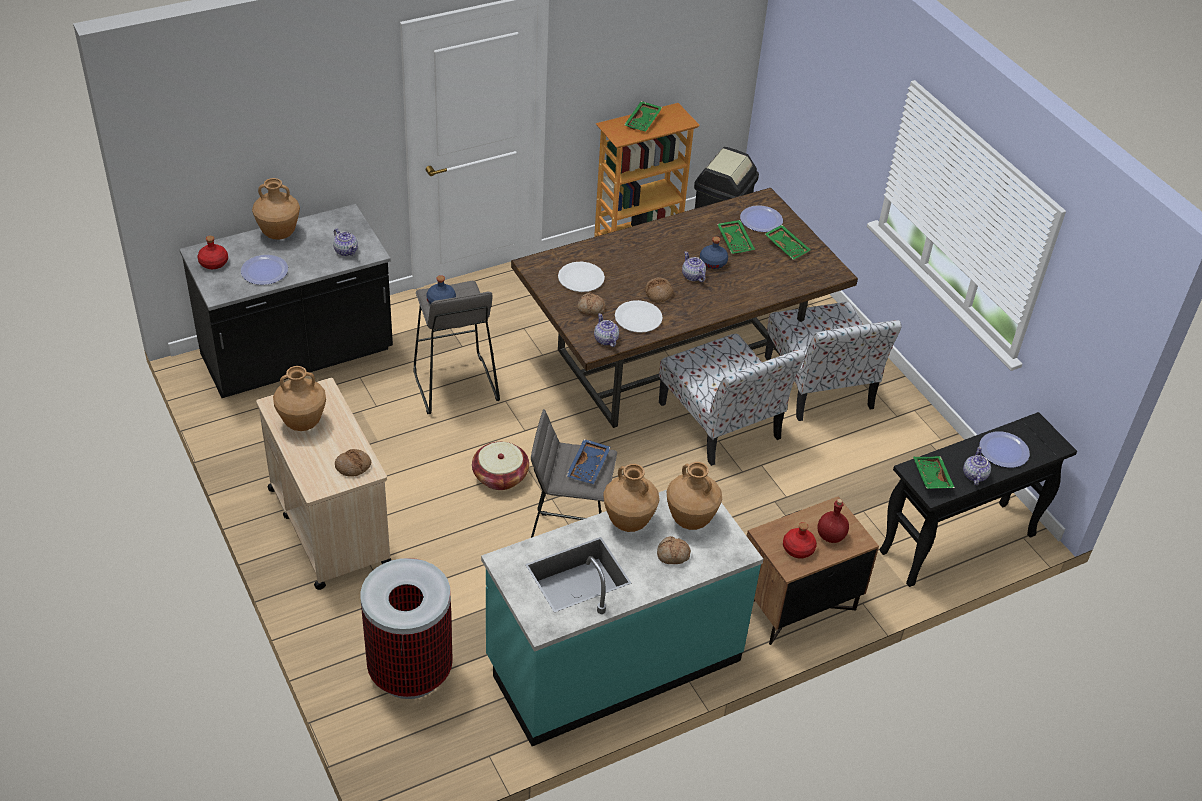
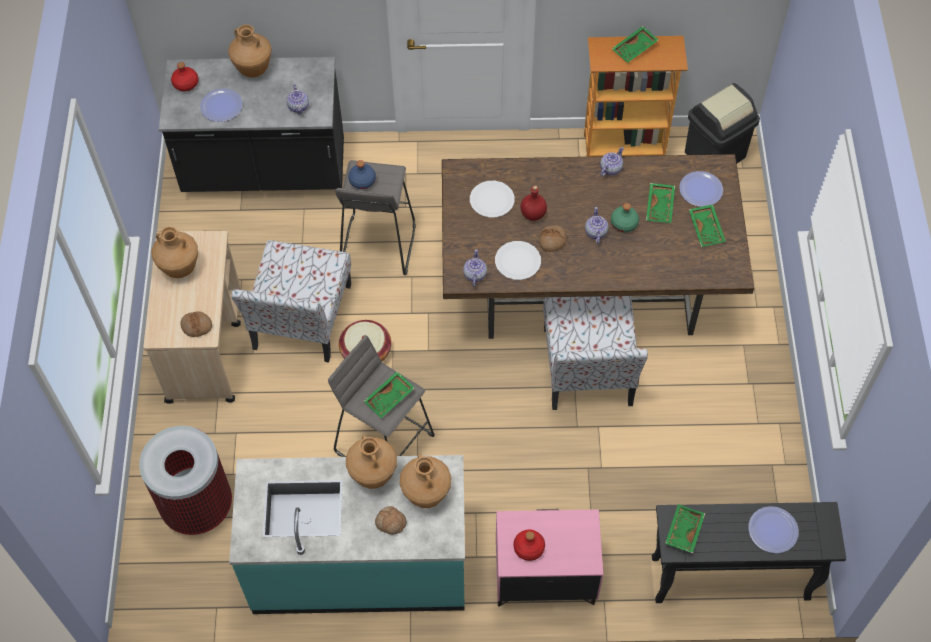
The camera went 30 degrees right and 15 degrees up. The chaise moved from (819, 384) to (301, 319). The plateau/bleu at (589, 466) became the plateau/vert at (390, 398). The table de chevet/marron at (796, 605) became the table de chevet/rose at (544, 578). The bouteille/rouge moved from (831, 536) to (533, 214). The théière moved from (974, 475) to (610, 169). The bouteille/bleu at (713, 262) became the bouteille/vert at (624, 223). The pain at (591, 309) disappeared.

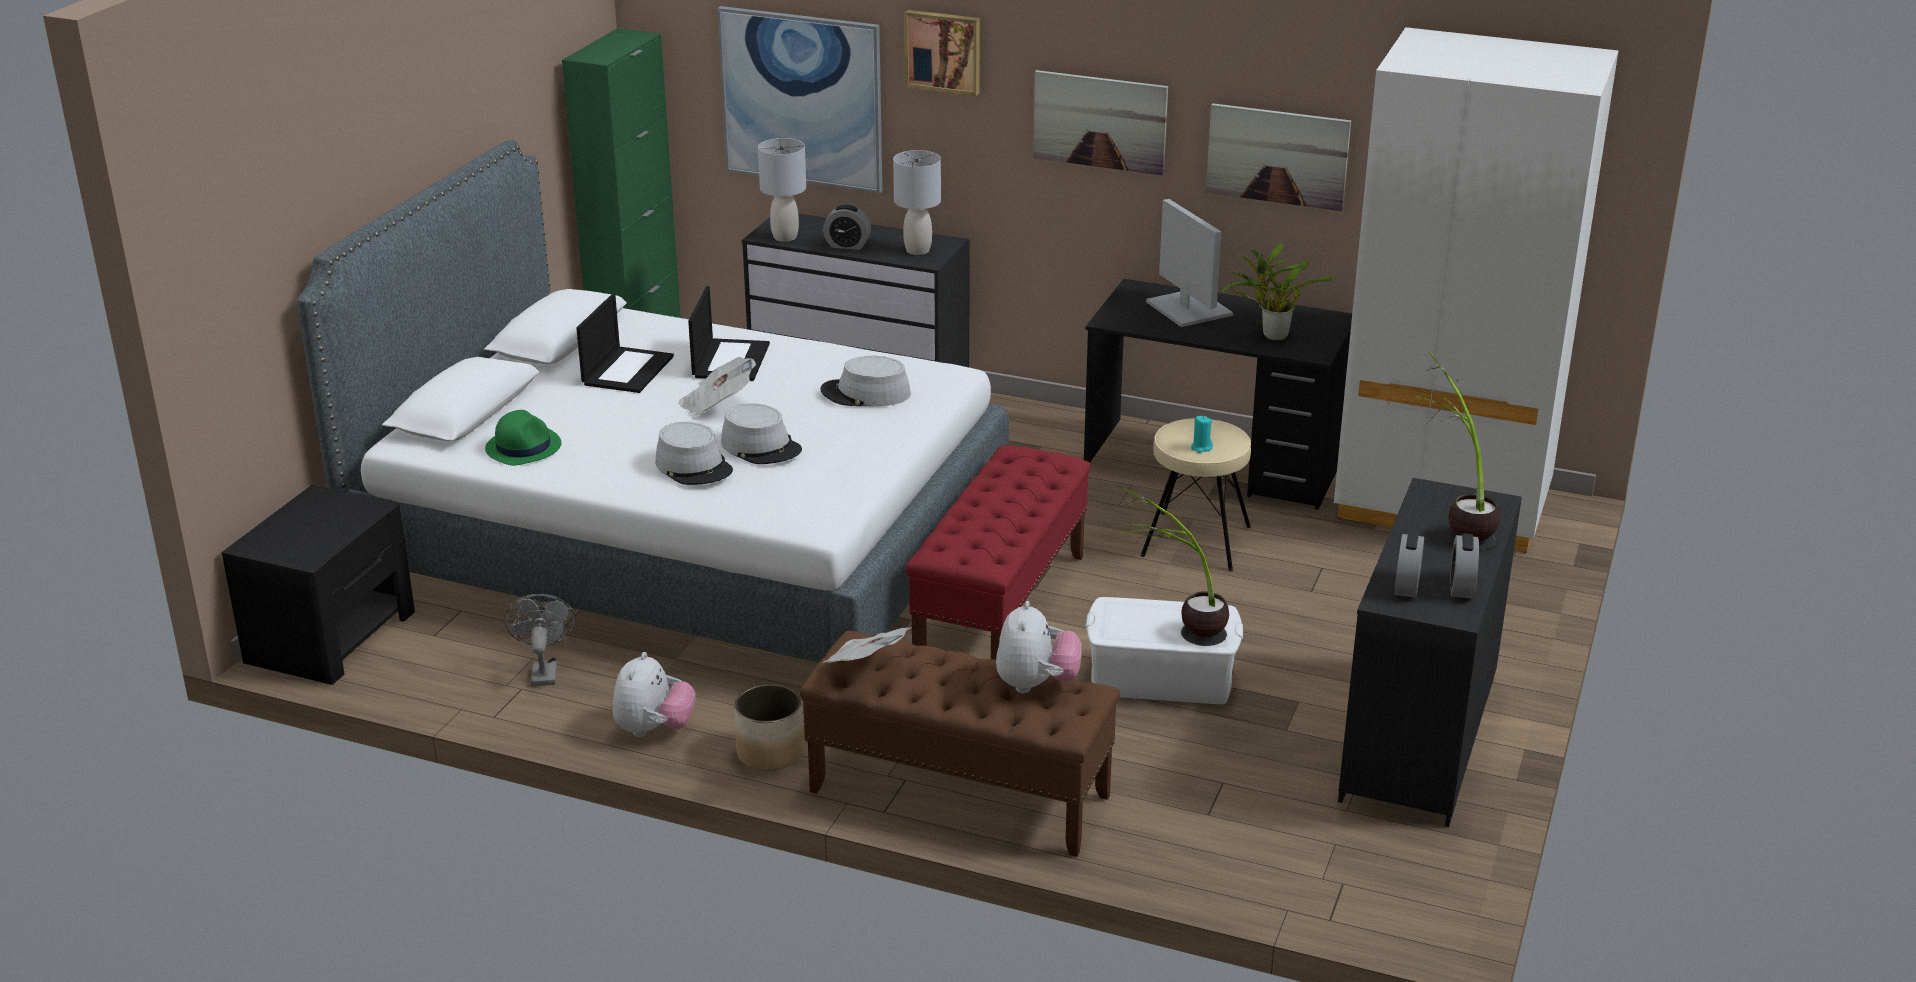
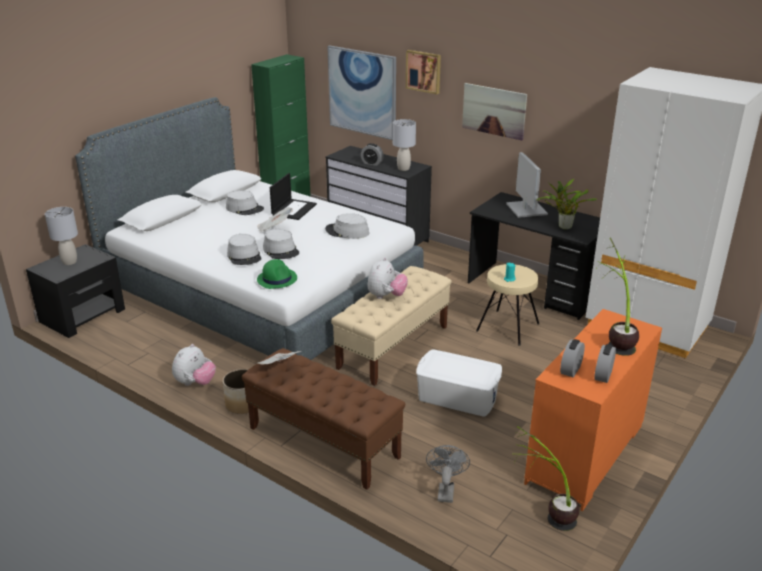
The camera went 15 degrees right and 0 degrees up. The lampe de table/gris moved from (784, 237) to (69, 262). The ordinateur portable at (627, 370) was replaced by the chapeau/gris at (245, 208). The chapeau/vert moved from (523, 447) to (277, 279). The banc/rouge at (1001, 607) became the banc/beige at (393, 347). The peluche moved from (1036, 685) to (386, 296). The ventilateur/gris moved from (544, 671) to (445, 490). The plante en pot moved from (1176, 629) to (545, 513). The commode/noir at (1421, 739) became the commode/orange at (586, 454). The tableau at (1277, 156) disappeared.

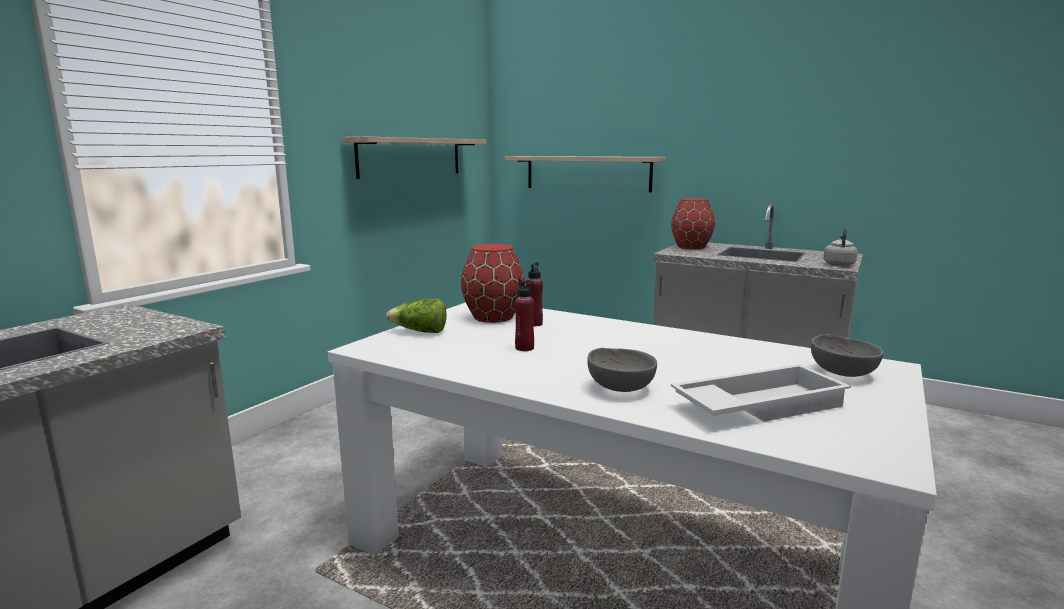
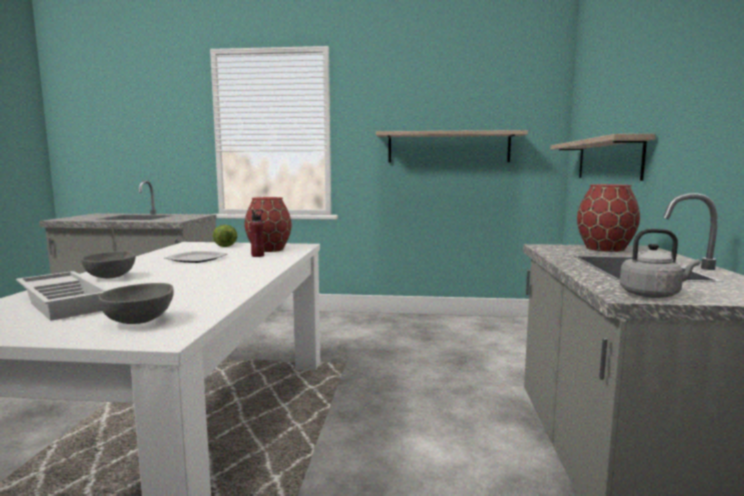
The camera went 65 degrees right and 5 degrees down. The bouteille/rouge at (524, 348) was replaced by the assiette at (197, 259).

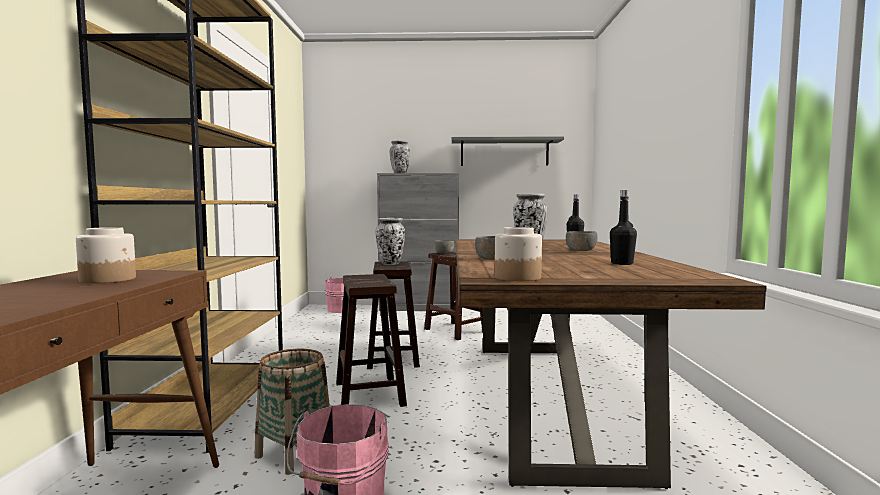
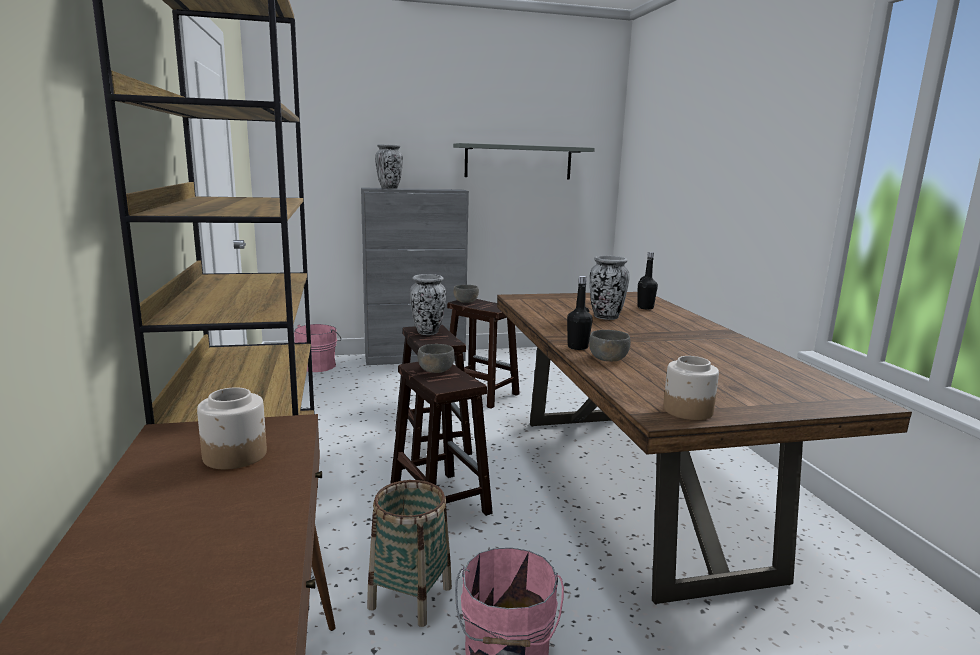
The camera went 15 degrees left and 10 degrees up. The bol/gris moved from (580, 250) to (435, 370). The bouteille/noir moved from (622, 263) to (577, 347).

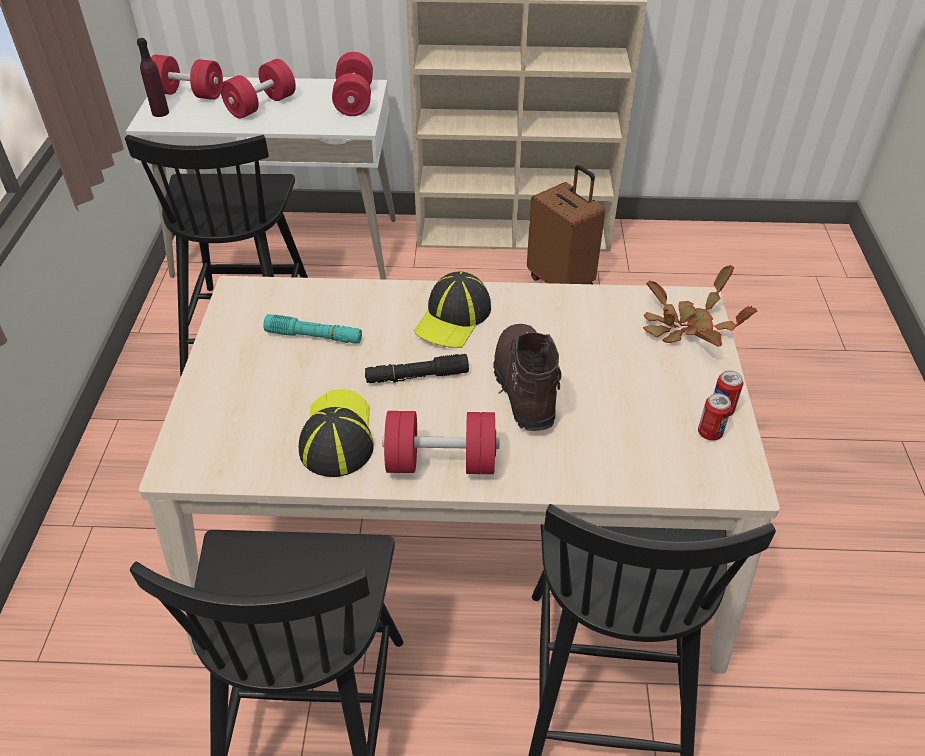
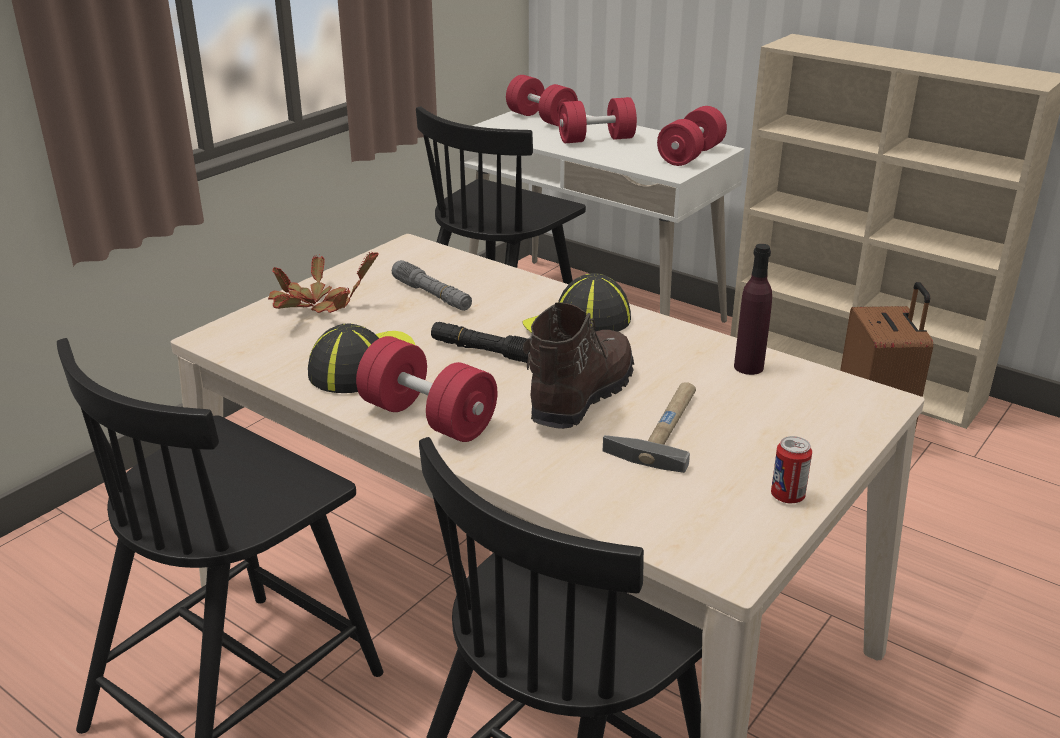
The camera went 35 degrees right and 15 degrees down. The plante en pot moved from (685, 328) to (314, 307). The lampe de poche/turquoise at (314, 337) became the lampe de poche/gris at (432, 295). The marteau at (663, 427) appeared. The bouteille/violet moved from (160, 112) to (748, 367). The boîte métallique at (709, 433) disappeared.

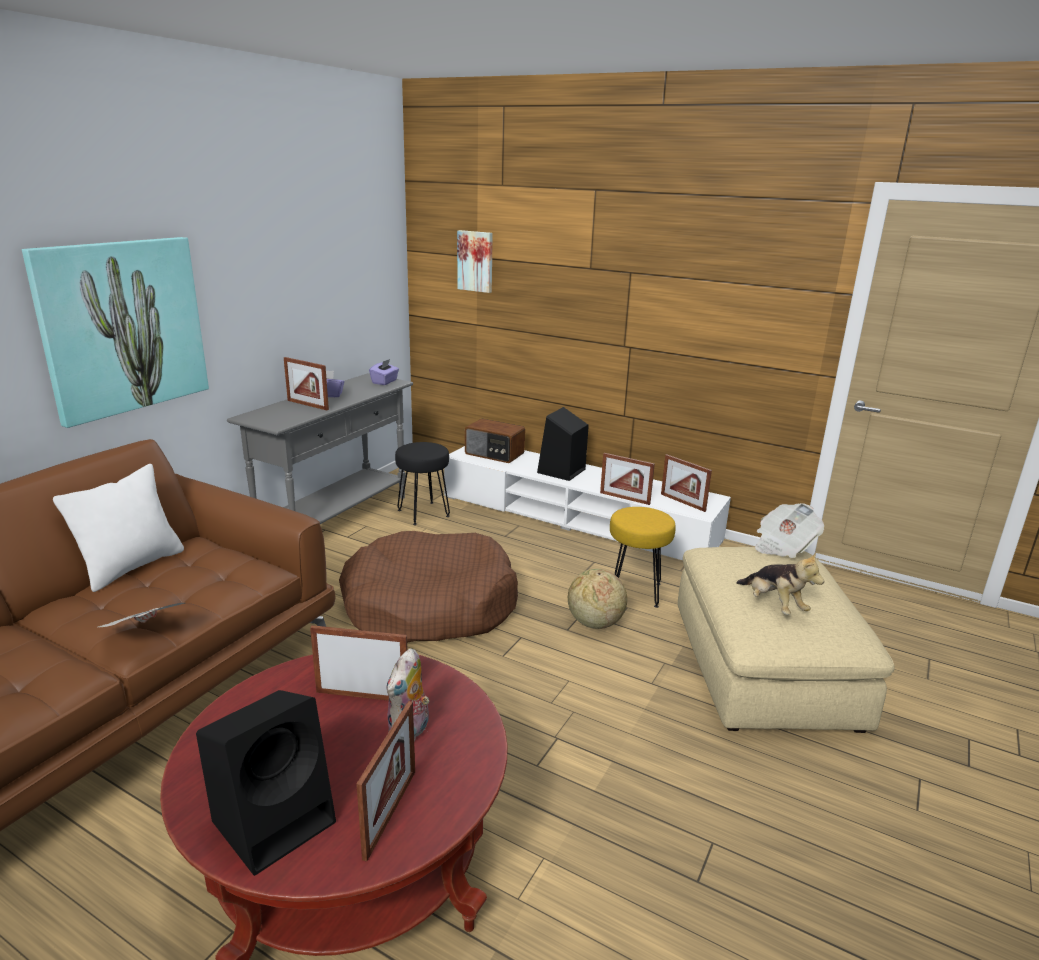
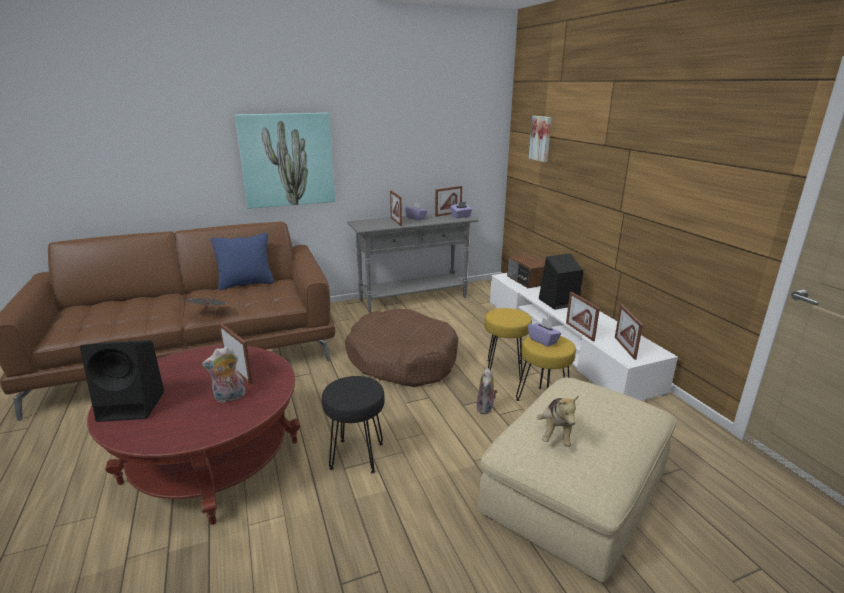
The camera went 40 degrees right and 0 degrees up. The coussin/blanc at (132, 566) became the coussin/bleu at (246, 284). The tabouret/noir moved from (423, 513) to (357, 455). The cadre photo moved from (390, 813) to (448, 214). The globe at (594, 623) was replaced by the peluche at (486, 409). The tabouret/jaune at (504, 370) appeared. The boîte à mouchoirs/violet at (543, 341) appeared. The journal at (783, 546) disappeared.

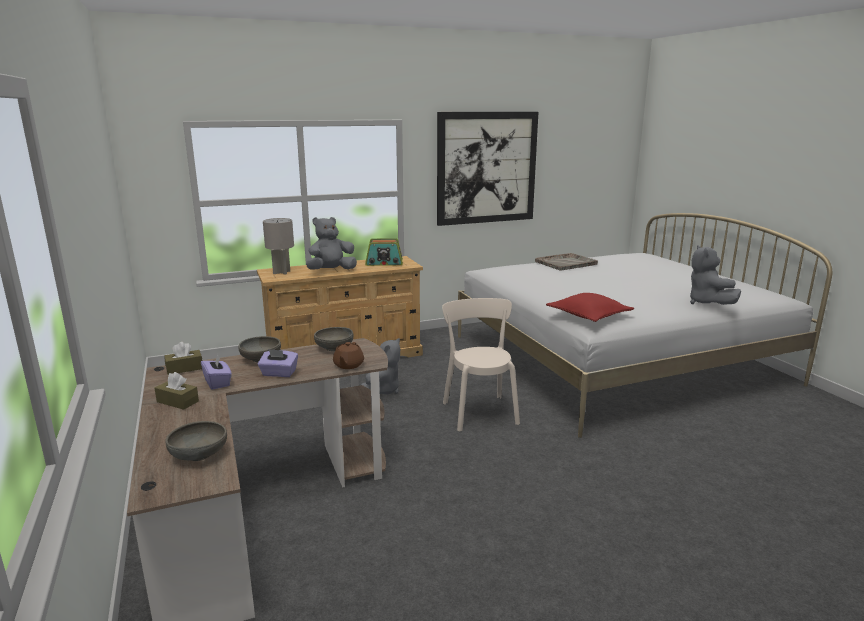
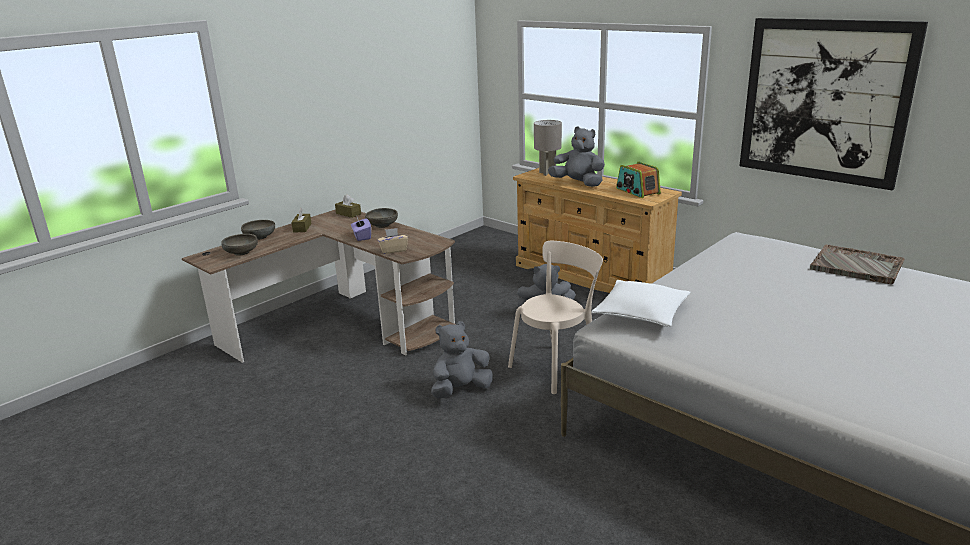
The camera went 65 degrees right and 5 degrees up. The bol/gris moved from (334, 348) to (259, 237). The théière/marron at (348, 365) was replaced by the boîte à mouchoirs/beige at (393, 250). The peluche/gris moved from (707, 303) to (460, 390). The coussin/rouge at (588, 315) became the coussin/blanc at (641, 313). The boîte à mouchoirs/violet at (218, 382) disappeared.

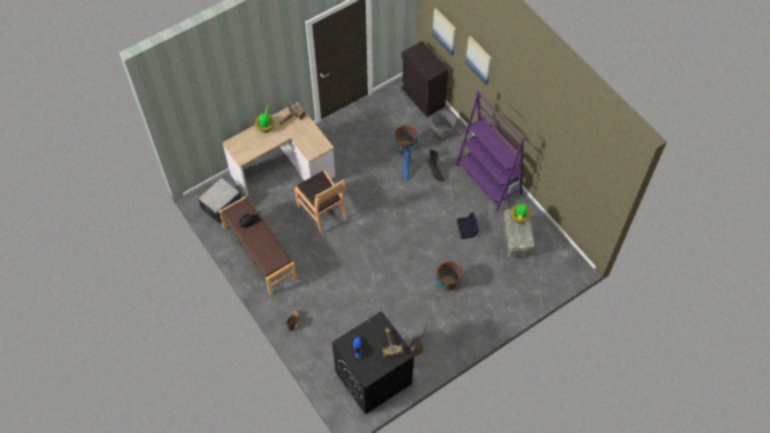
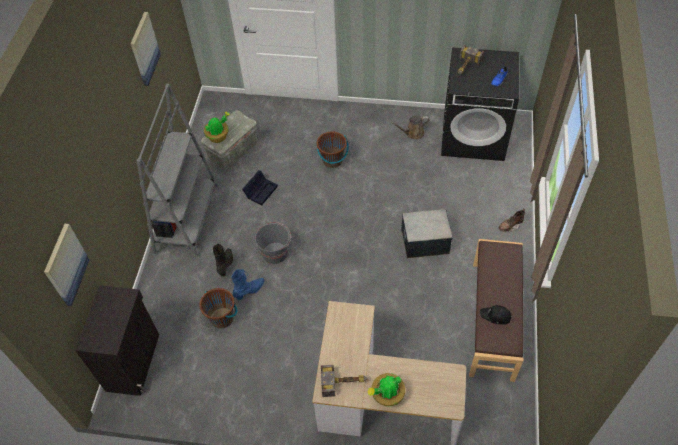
The camera went 135 degrees left and 5 degrees down. The tableau moved from (479, 59) to (144, 49). The bibliothèque/violet at (488, 180) became the bibliothèque/gris at (187, 218). The seau/gris moved from (442, 132) to (275, 252). The boîte de rangement moved from (222, 206) to (424, 241). The chaise/marron at (322, 211) disappeared.

